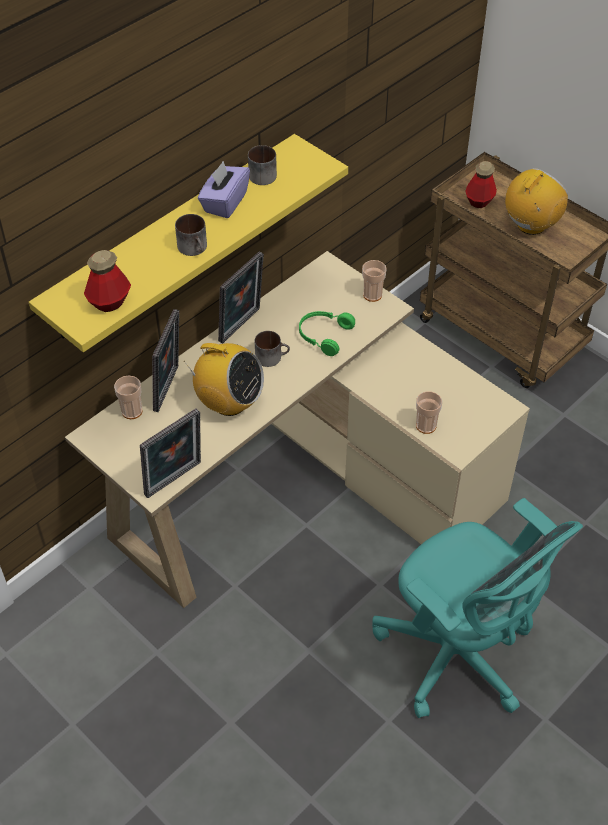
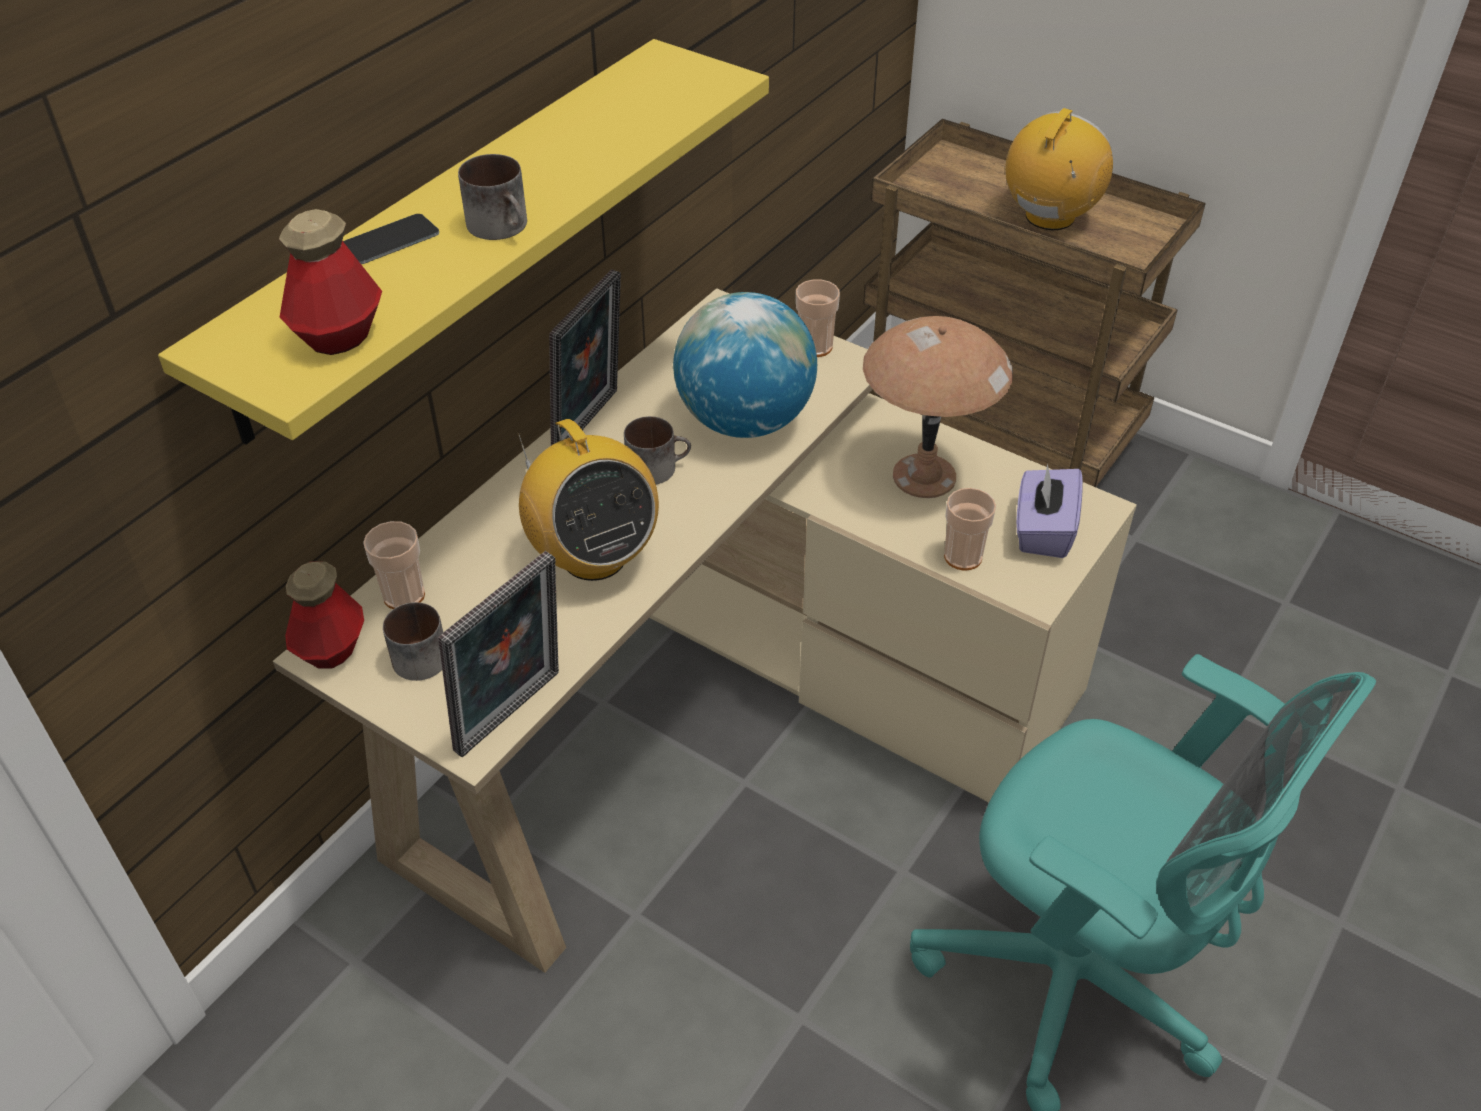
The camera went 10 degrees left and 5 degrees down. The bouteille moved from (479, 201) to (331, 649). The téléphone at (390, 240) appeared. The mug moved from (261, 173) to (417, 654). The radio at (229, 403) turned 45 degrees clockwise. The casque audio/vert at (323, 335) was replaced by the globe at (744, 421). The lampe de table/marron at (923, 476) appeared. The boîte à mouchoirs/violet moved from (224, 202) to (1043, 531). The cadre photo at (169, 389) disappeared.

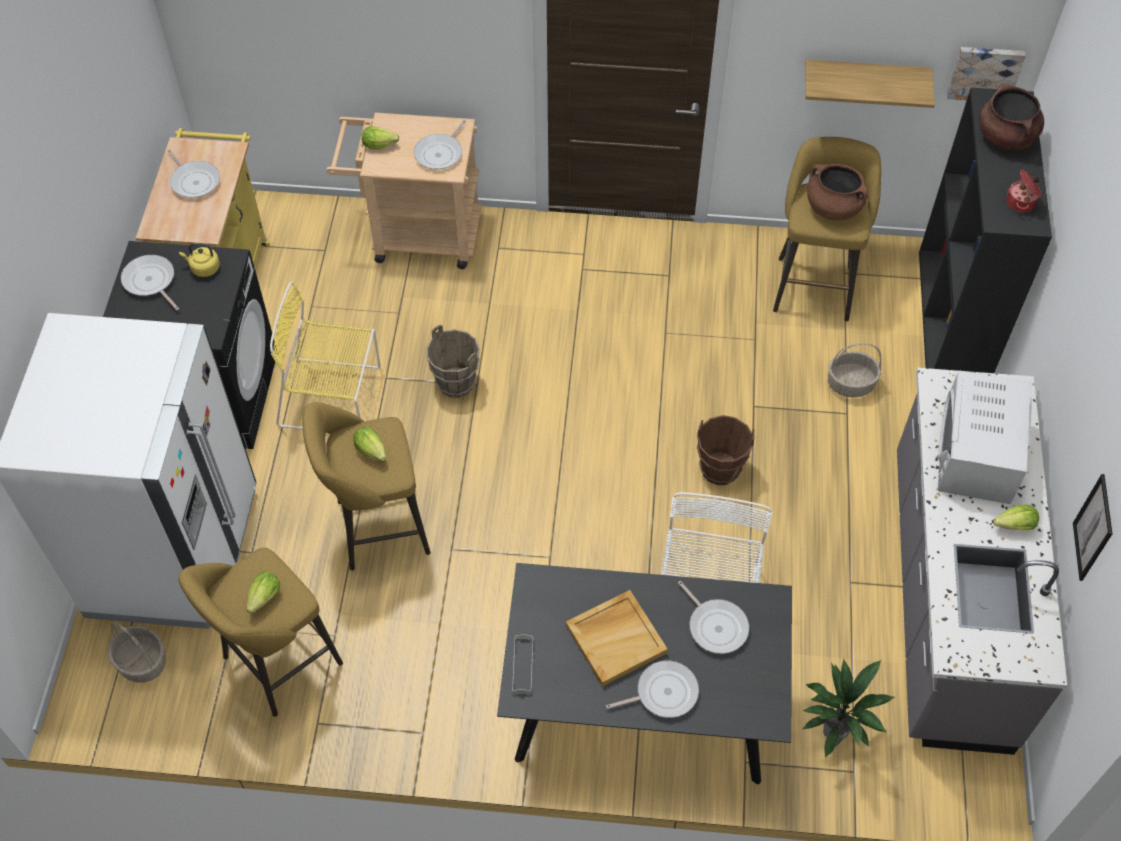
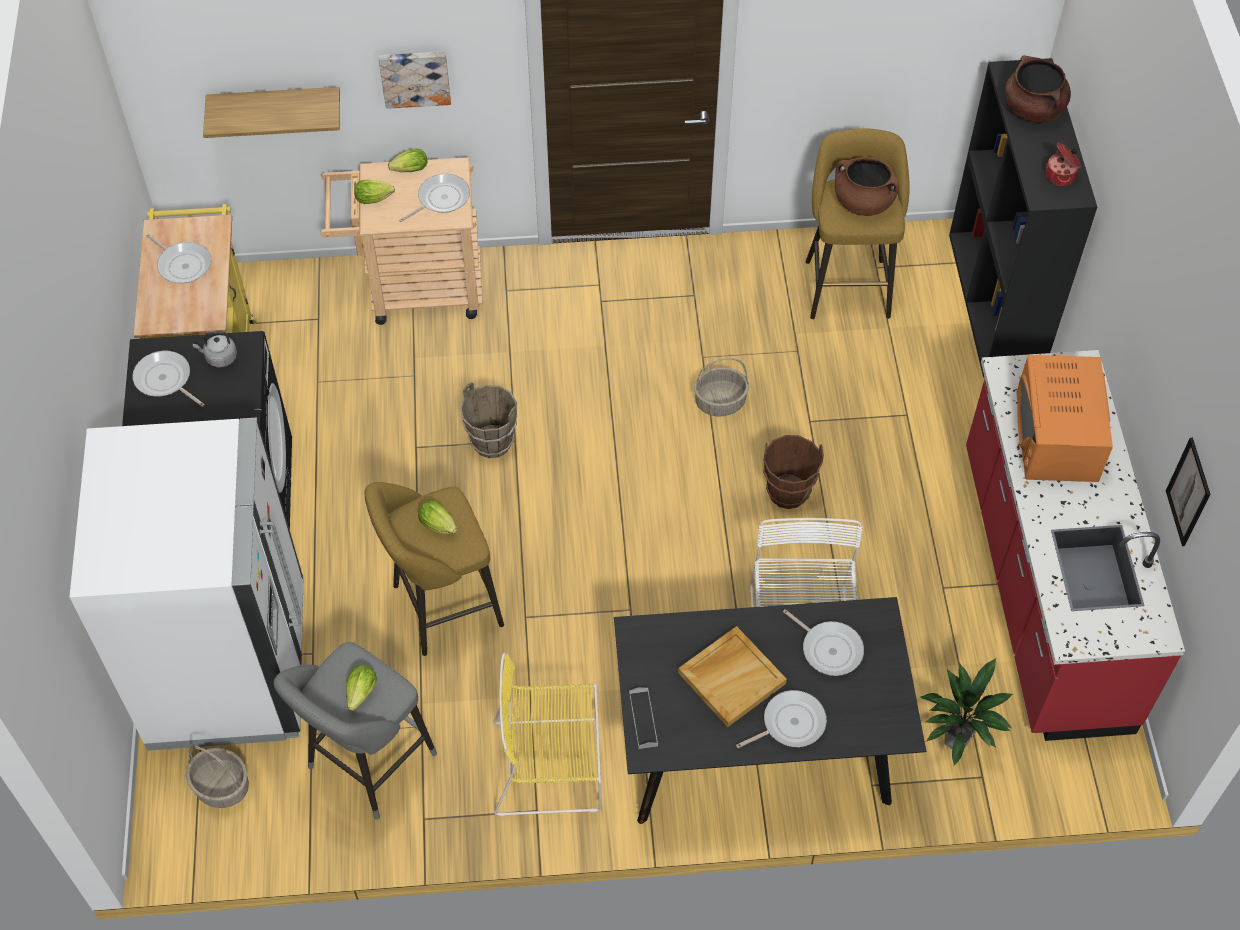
The camera went 10 degrees left and 0 degrees up. The bouilloire/jaune at (204, 268) became the bouilloire/gris at (219, 358). The étagère moved from (865, 79) to (276, 106). The tabouret/jaune at (277, 664) became the tabouret/gris at (367, 765). The tableau moved from (985, 72) to (415, 77). The laitue moved from (1012, 526) to (408, 170). The poêle at (440, 153) turned 150 degrees counterclockwise. The chaise/jaune moved from (333, 397) to (551, 766). The panier moved from (850, 384) to (719, 402). The comptoir de cuisine/gris at (946, 598) became the comptoir de cuisine/rouge at (1042, 588). The micro-ondes/blanc at (977, 453) became the micro-ondes/orange at (1057, 436).

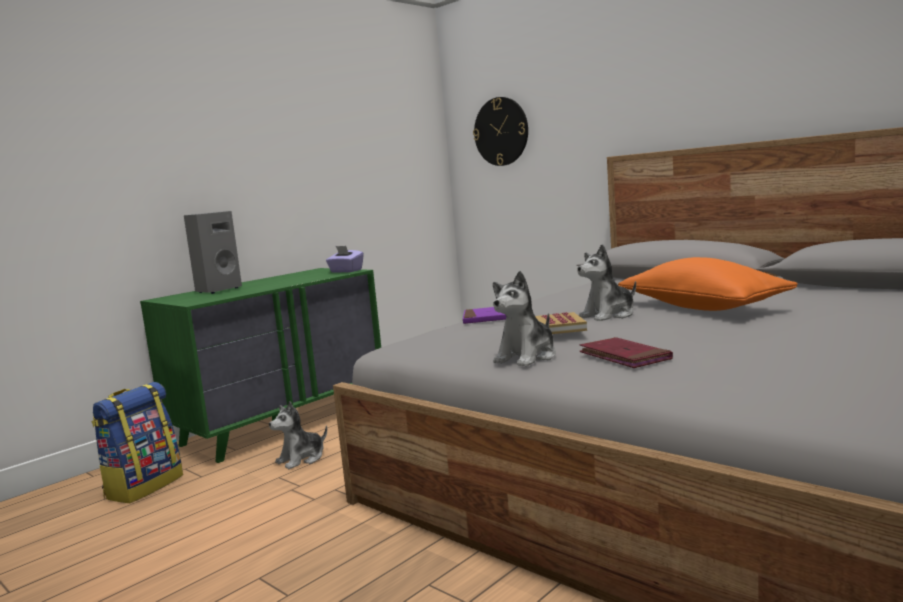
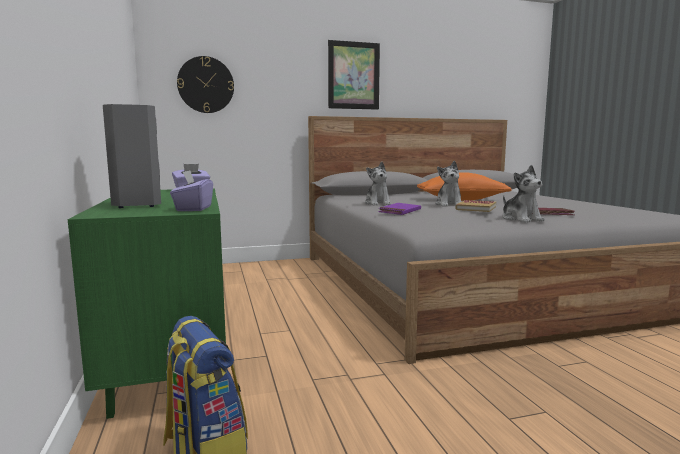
The camera went 60 degrees left and 0 degrees up. The boîte à mouchoirs/violet at (193, 209) appeared. The tableau at (353, 75) appeared. The peluche moved from (302, 459) to (378, 203).

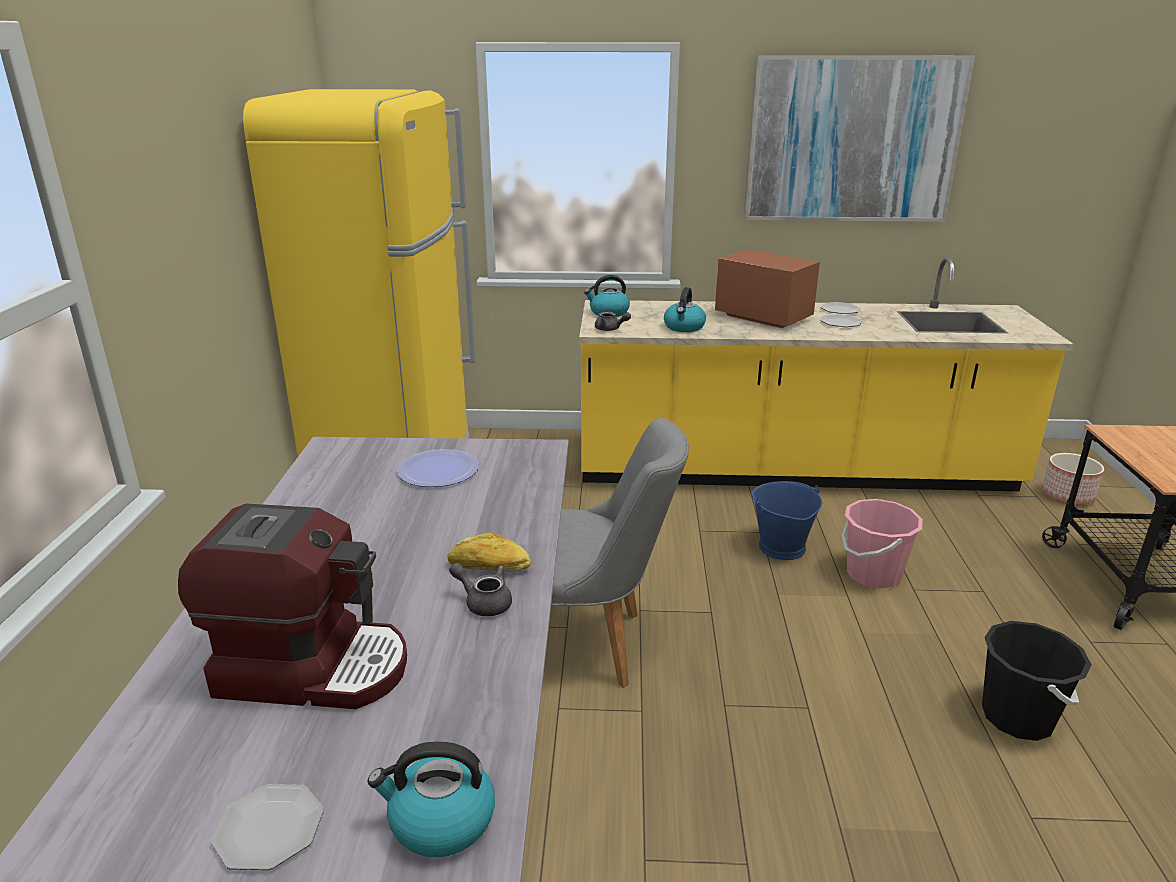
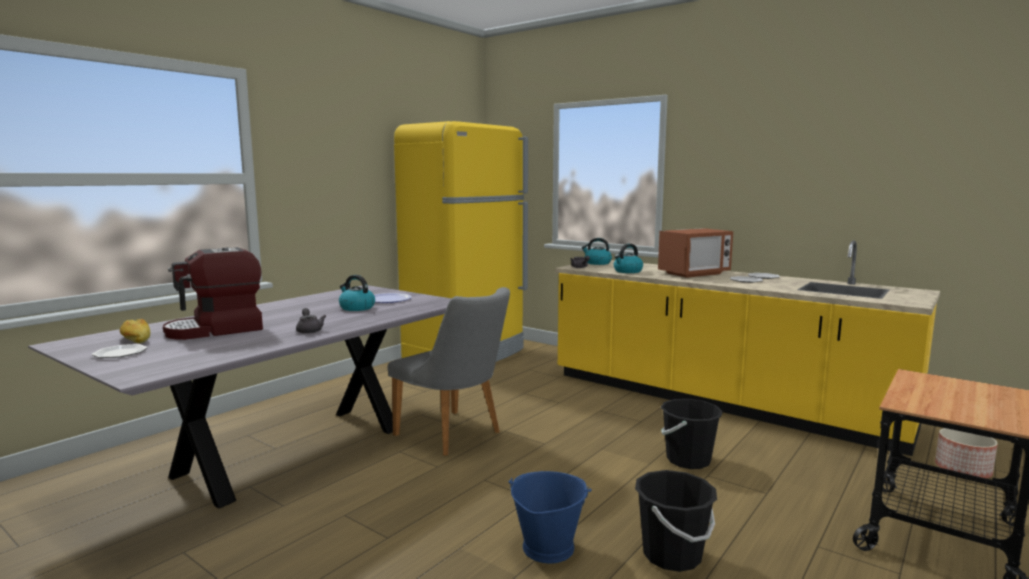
The camera went 35 degrees right and 15 degrees down. The pain moved from (489, 567) to (135, 340). The machine à café at (313, 667) turned 105 degrees clockwise. The bouilloire moved from (440, 821) to (356, 308). The seau/bleu moved from (781, 547) to (547, 547). The micro-ondes at (763, 317) turned 75 degrees clockwise. The seau/rose at (873, 574) became the seau/noir at (688, 460). The tableau at (852, 140) disappeared.

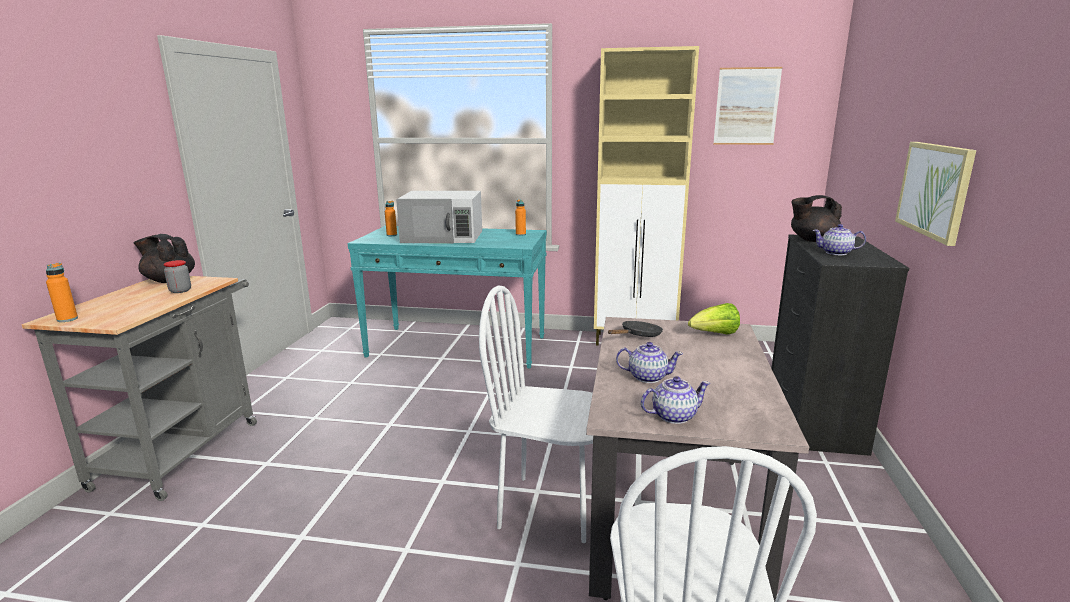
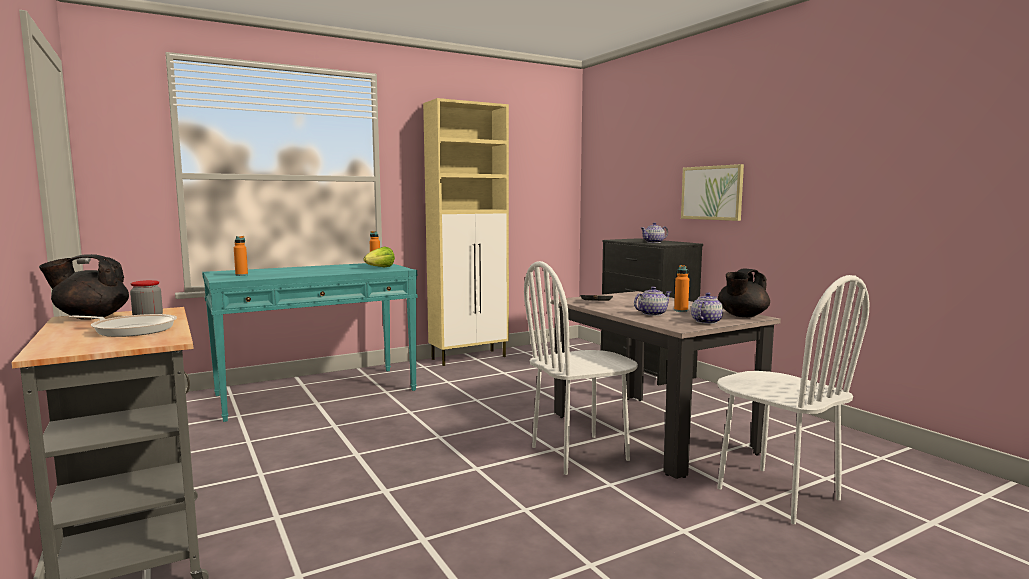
The camera went 40 degrees left and 10 degrees down. The poêle at (131, 329) appeared. The laitue moved from (714, 334) to (380, 268). The bouteille/orange moved from (67, 319) to (681, 310). The théière/noir moved from (812, 240) to (742, 316). The micro-ondes/blanc at (443, 236) disappeared. The tableau at (746, 106) disappeared.

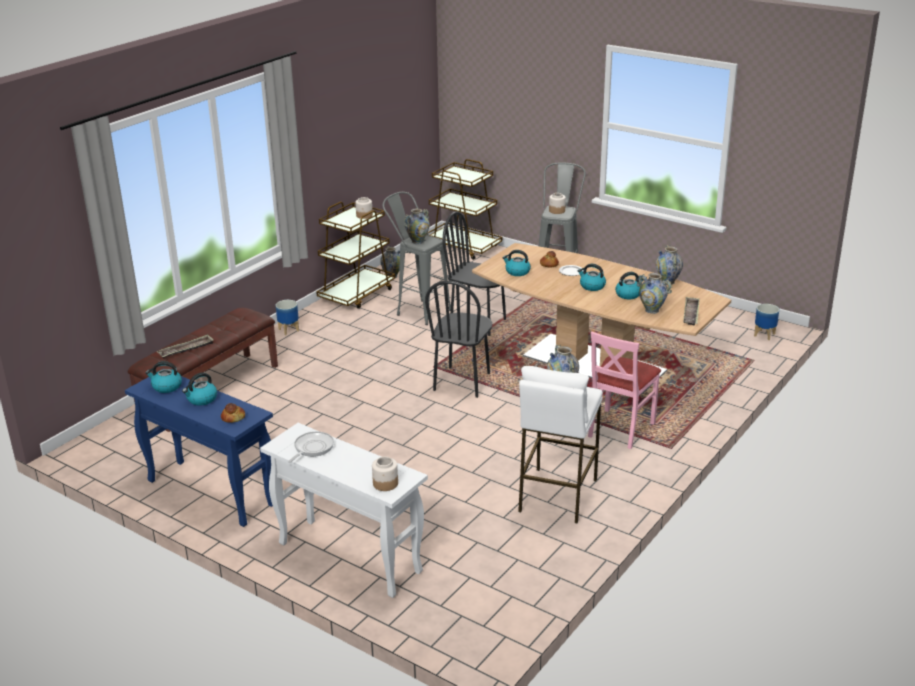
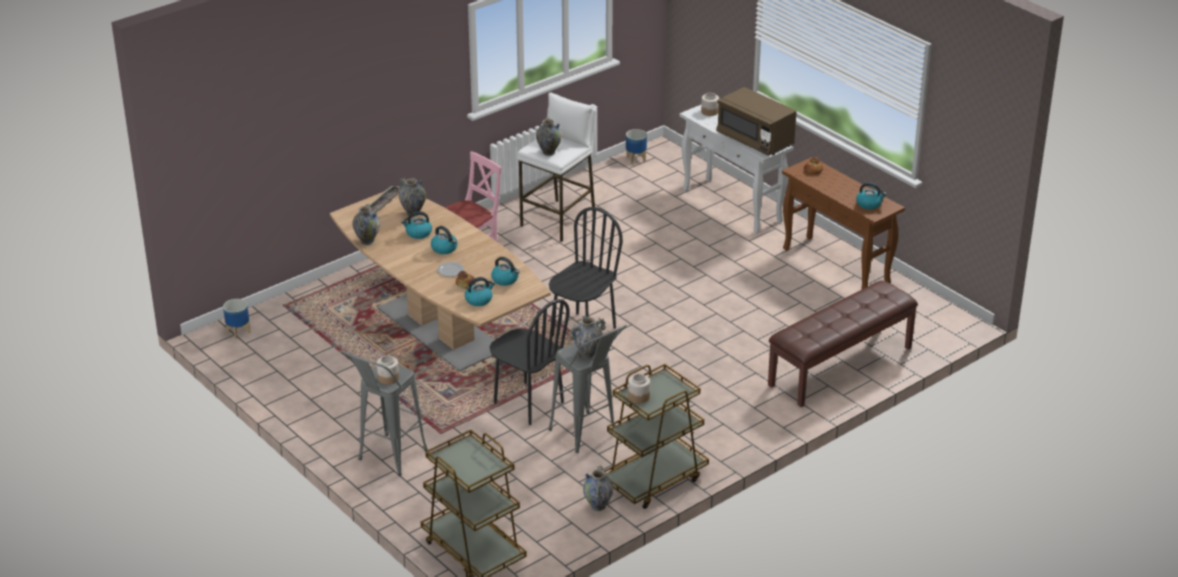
The camera went 165 degrees left and 5 degrees up. The bouilloire moved from (201, 399) to (479, 300). The cache-pot moved from (289, 330) to (635, 159). The poêle at (312, 448) was replaced by the micro-ondes/marron at (755, 140). The table console/bleu at (209, 492) became the table console/marron at (837, 267). The plateau at (186, 349) disappeared.

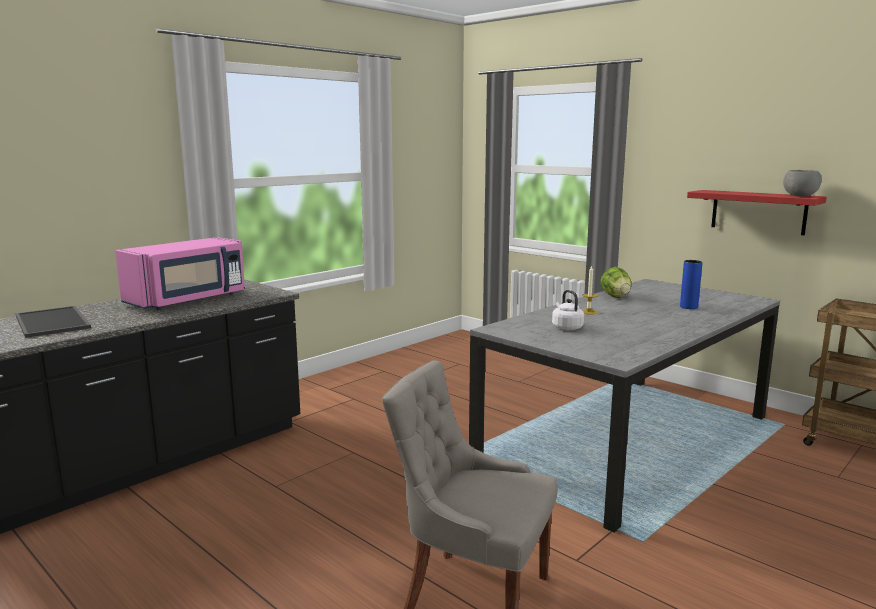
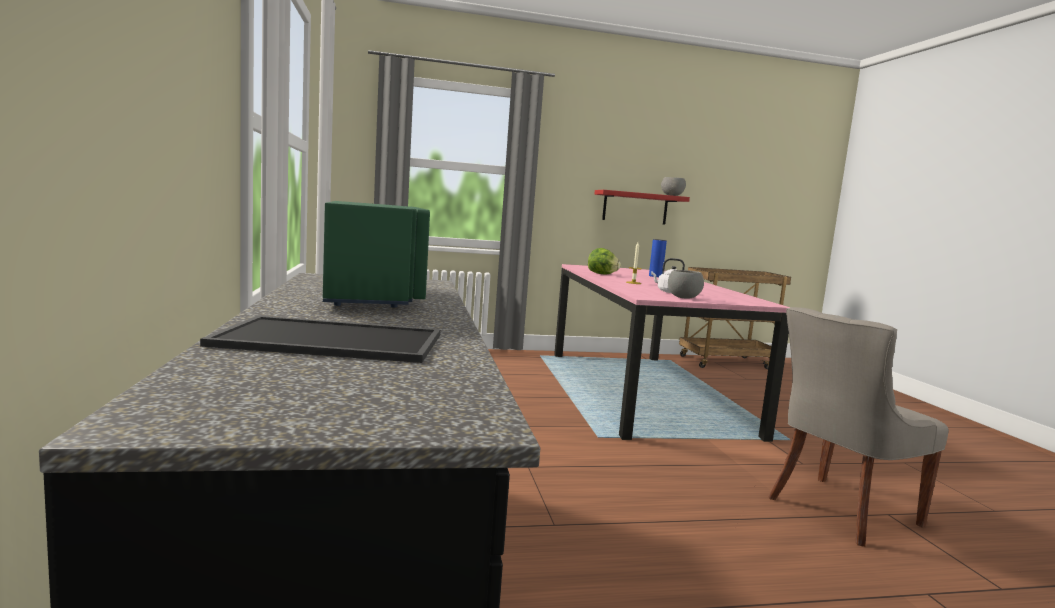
The camera went 55 degrees left and 5 degrees down. The micro-ondes/rose at (188, 300) became the micro-ondes/vert at (373, 295). The table à manger/gris at (628, 440) became the table à manger/rose at (643, 390). The bol/gris at (683, 297) appeared.

